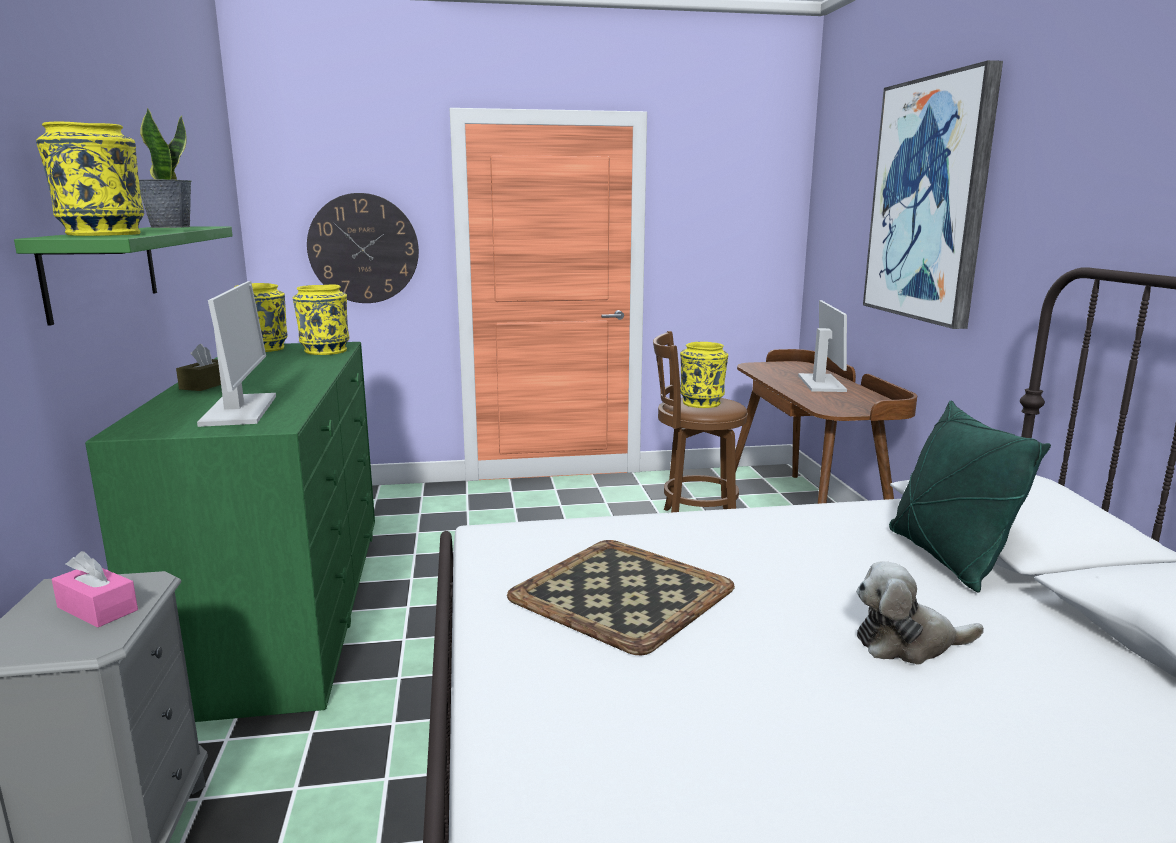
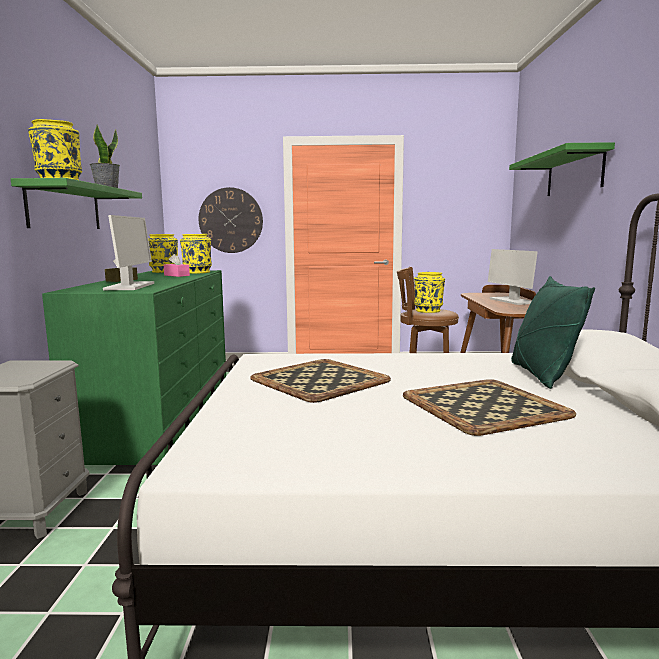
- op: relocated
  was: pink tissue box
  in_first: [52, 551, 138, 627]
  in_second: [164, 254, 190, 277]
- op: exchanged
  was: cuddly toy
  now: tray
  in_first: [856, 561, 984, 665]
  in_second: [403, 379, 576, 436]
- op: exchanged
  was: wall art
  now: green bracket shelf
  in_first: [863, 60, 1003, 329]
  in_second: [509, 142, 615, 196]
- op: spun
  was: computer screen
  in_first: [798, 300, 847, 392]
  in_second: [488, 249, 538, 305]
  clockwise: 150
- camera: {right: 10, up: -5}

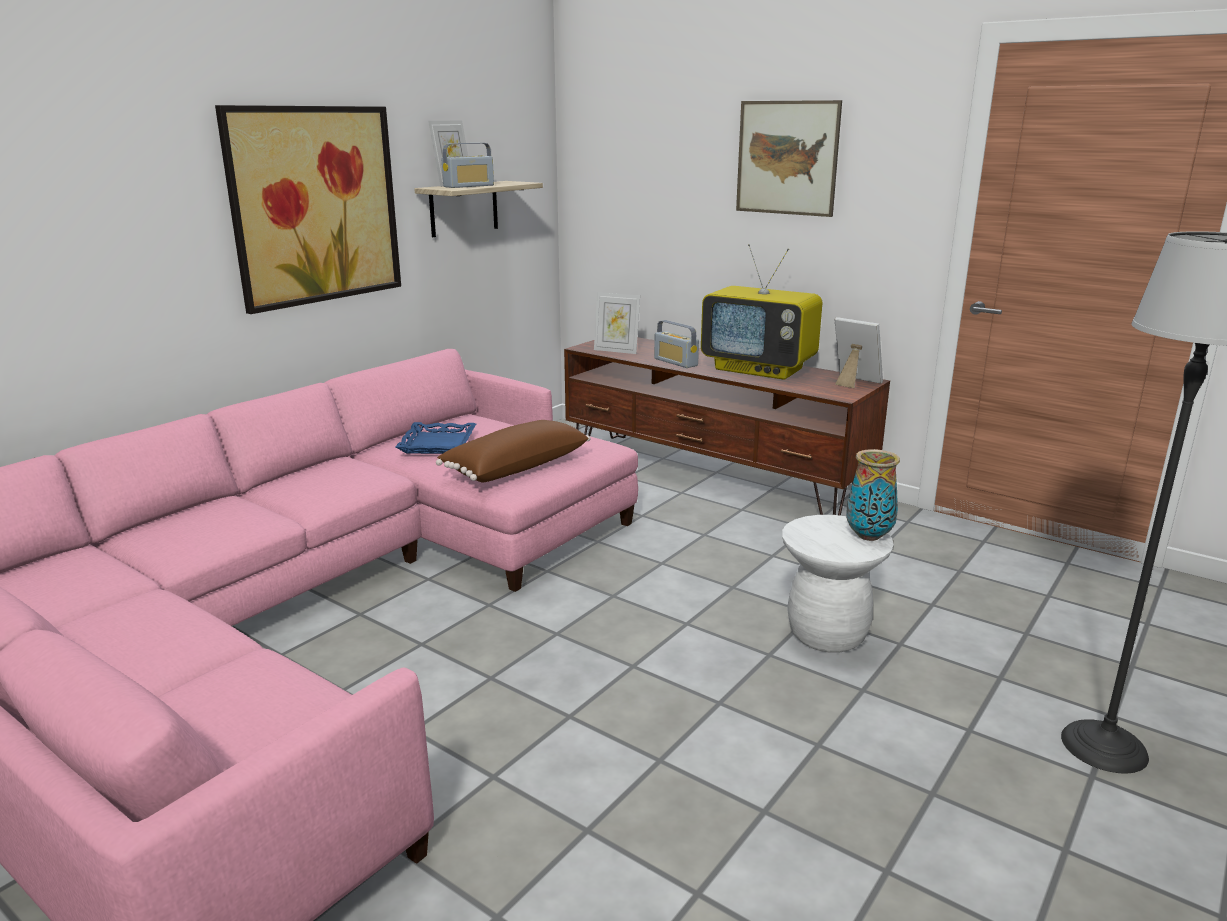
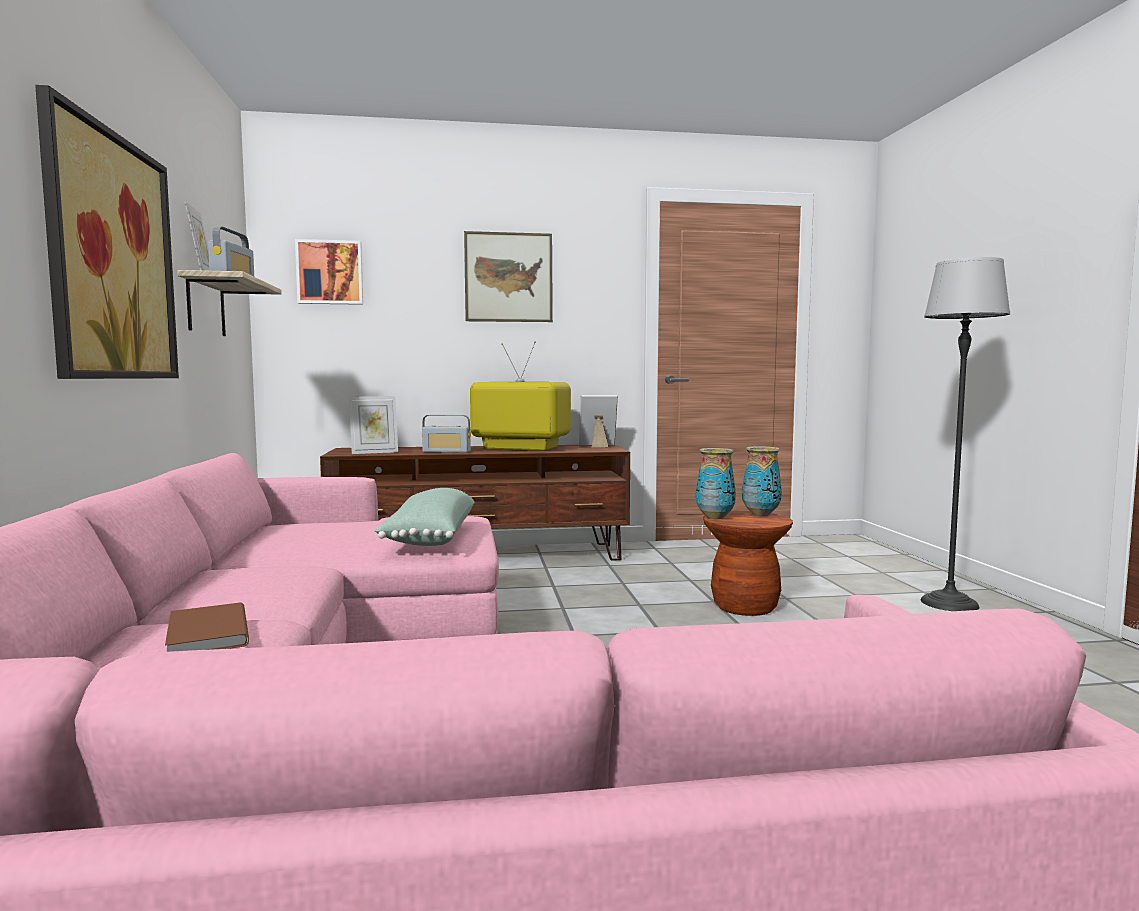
- op: missing
  was: blue tray
  in_first: [396, 422, 476, 454]
- op: appeared
  now: brown book
  in_second: [165, 602, 249, 652]
- op: appeared
  now: wall art
  in_second: [295, 239, 363, 305]
- op: appeared
  now: flower vase
  in_second: [696, 448, 736, 519]
- op: colour
  was: brown cushion
  now: green cushion
  in_first: [436, 420, 590, 482]
  in_second: [375, 488, 475, 546]
- op: colour
  was: whitish stool seat
  now: brown stool seat
  in_first: [782, 515, 894, 653]
  in_second: [703, 511, 793, 616]
- op: spun
  was: TV set
  in_first: [701, 244, 822, 380]
  in_second: [470, 341, 571, 451]
  clockwise: -150
- camera: {right: -45, up: -15}

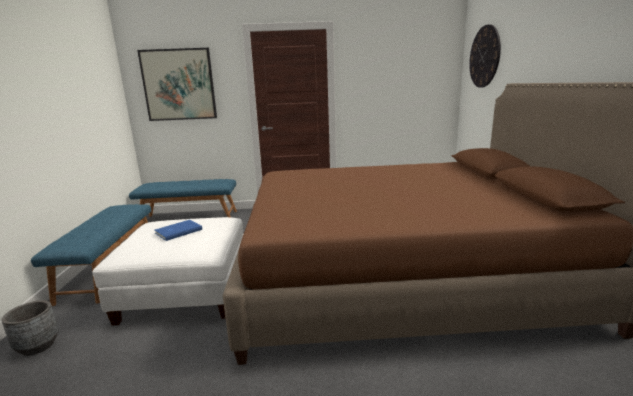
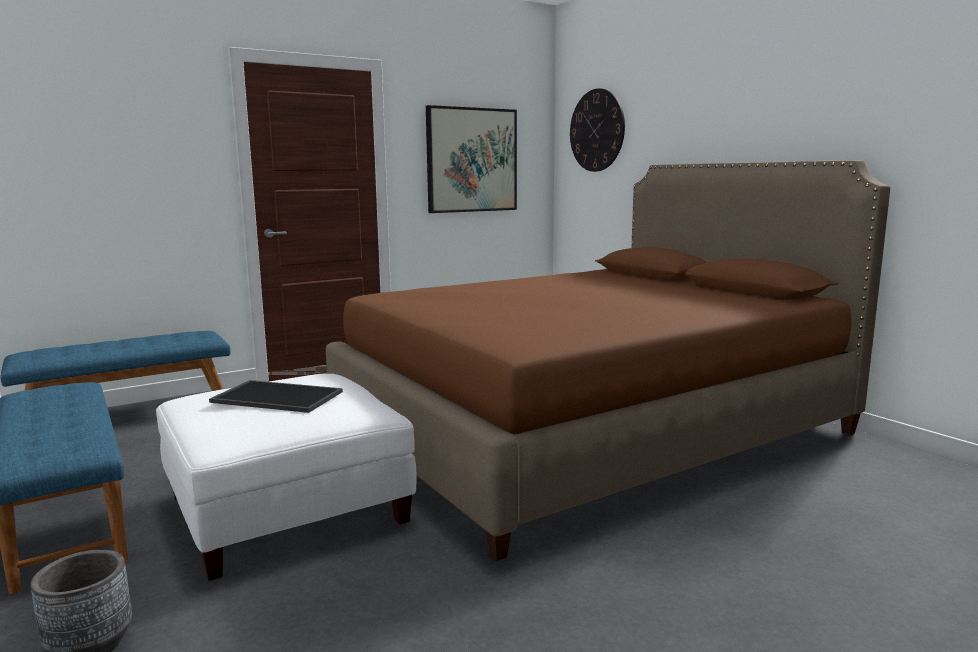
- op: relocated
  was: wall art
  in_first: [137, 48, 217, 121]
  in_second: [426, 105, 517, 213]
- op: exchanged
  was: blue book
  now: tray
  in_first: [155, 220, 202, 241]
  in_second: [209, 380, 343, 413]
- camera: {right: -30, up: -5}

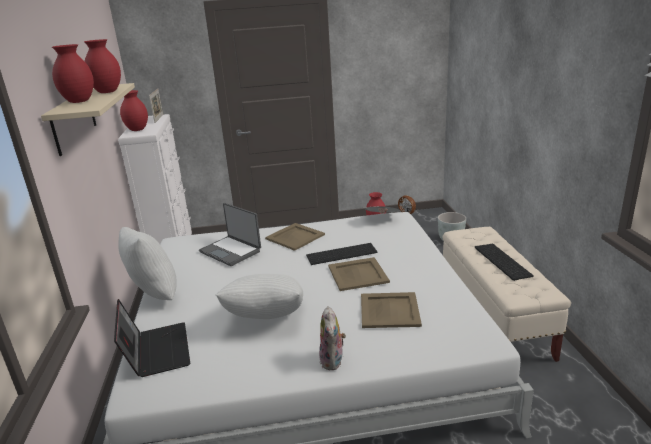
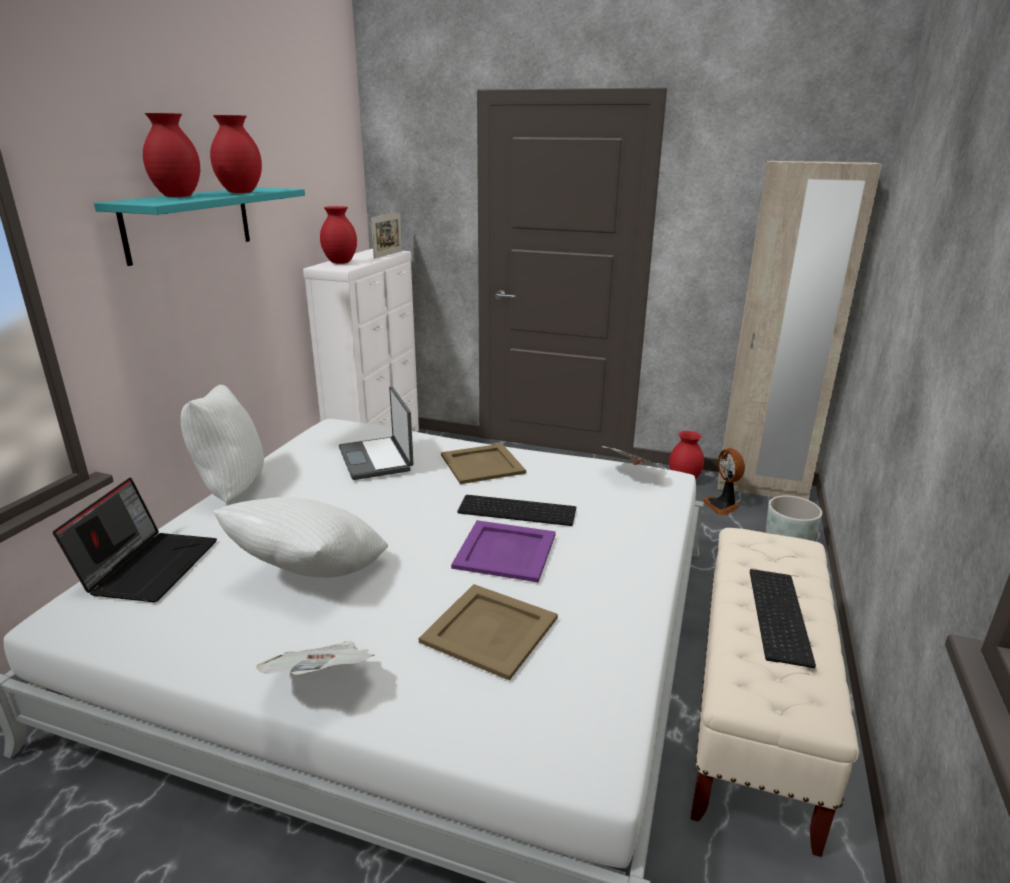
- op: appeared
  now: beige-coloured wardrobe
  in_second: [717, 161, 882, 500]
- op: exchanged
  was: cuddly toy
  now: newspaper
  in_first: [319, 306, 346, 370]
  in_second: [256, 641, 375, 675]
- op: colour
  was: beige-coloured bracket shelf
  now: turquoise bracket shelf
  in_first: [41, 83, 135, 156]
  in_second: [94, 187, 305, 266]
- op: colour
  was: beige-coloured tray
  now: purple-coloured tray
  in_first: [328, 257, 390, 291]
  in_second: [451, 520, 556, 582]
- camera: {right: 25, up: 0}

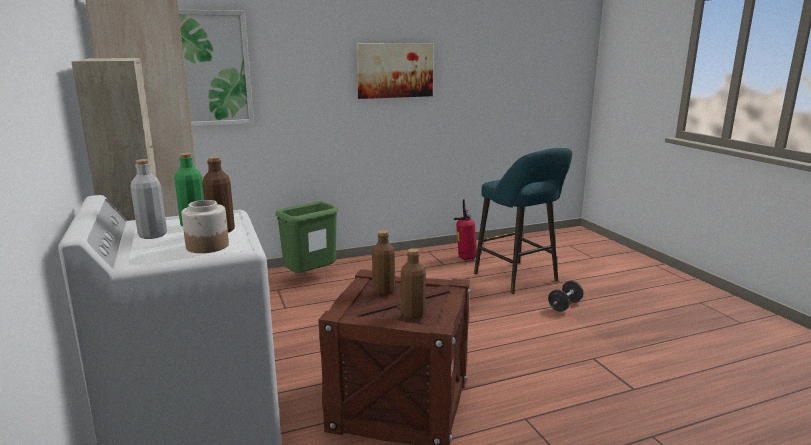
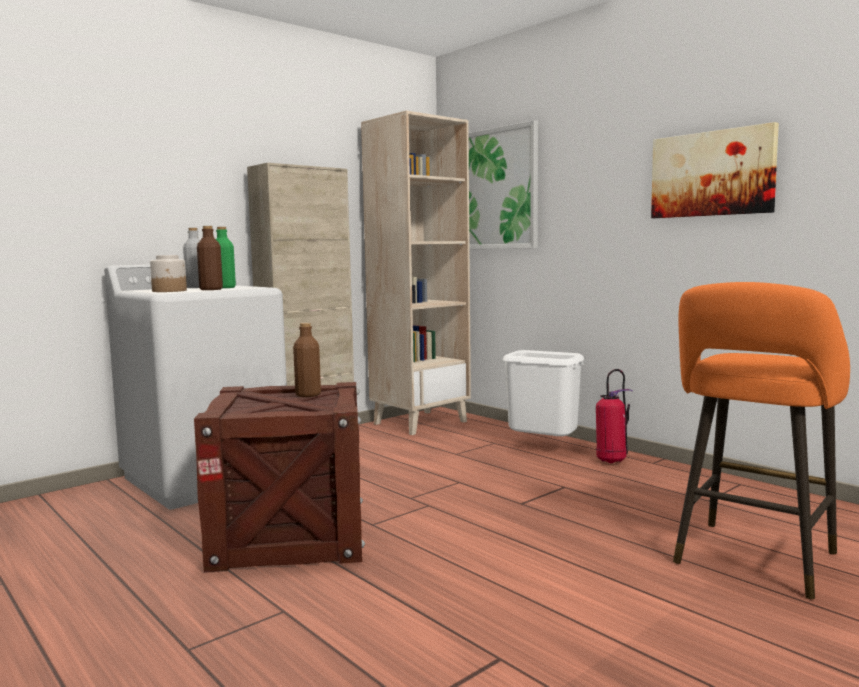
- op: missing
  was: brown beverage bottle
  in_first: [401, 248, 426, 319]
- op: missing
  was: black-coloured hand weight
  in_first: [548, 281, 583, 312]
- op: relocated
  was: extinguisher
  in_first: [454, 199, 477, 260]
  in_second: [596, 369, 632, 463]
- op: colour
  was: green rubbish bin
  now: whitish rubbish bin
  in_first: [275, 201, 339, 273]
  in_second: [503, 350, 584, 436]
- op: colour
  was: turquoise stool seat
  now: orange-coloured stool seat
  in_first: [474, 148, 572, 294]
  in_second: [673, 282, 850, 599]
- camera: {right: 70, up: -10}

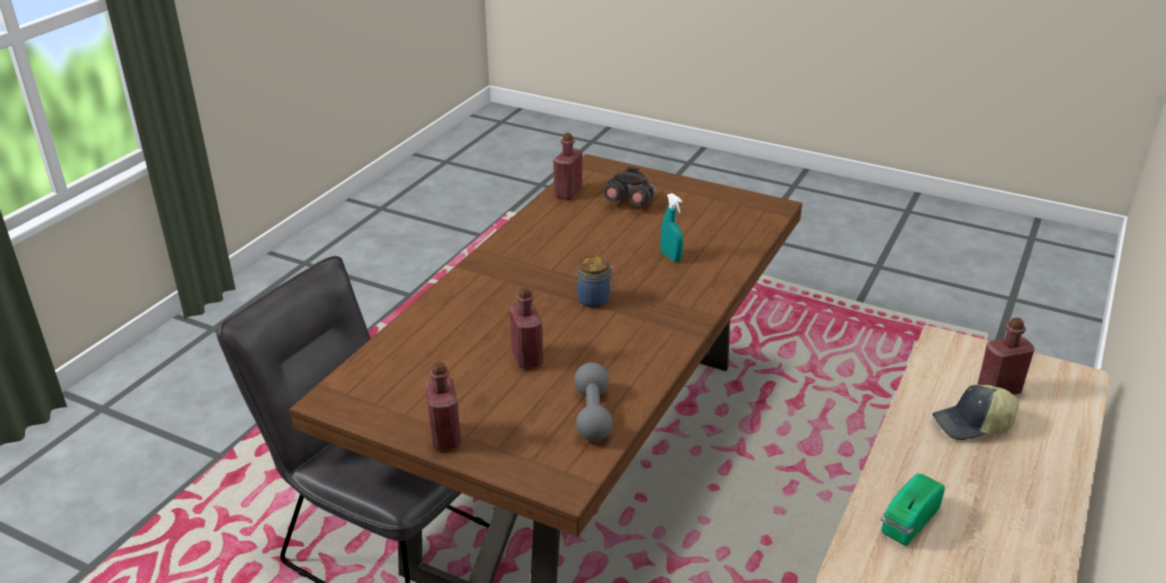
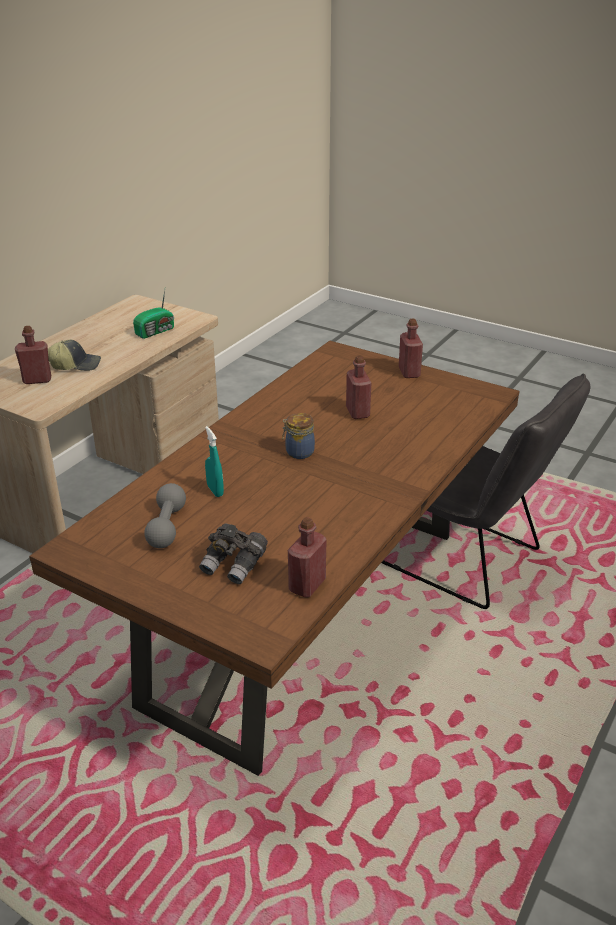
- op: relocated
  was: greyish hand weight
  in_first: [574, 362, 613, 441]
  in_second: [144, 483, 186, 548]
- camera: {right: -175, up: 0}

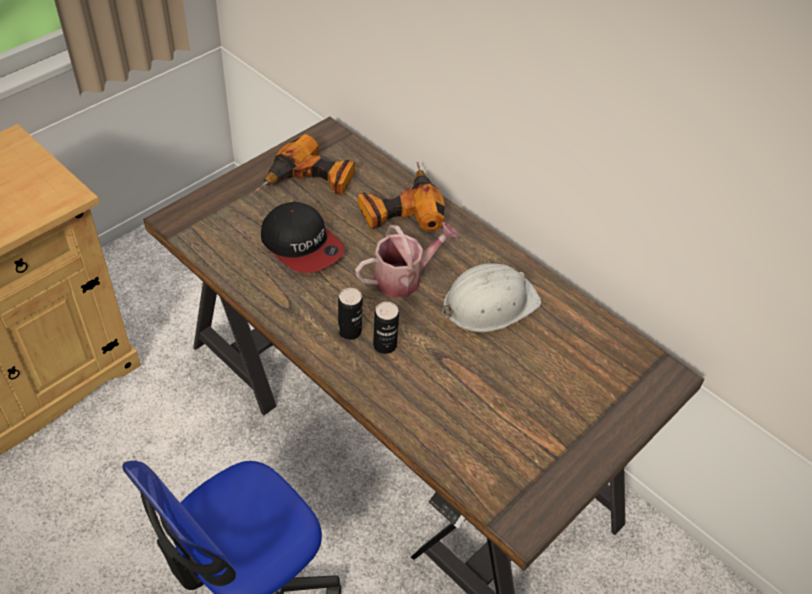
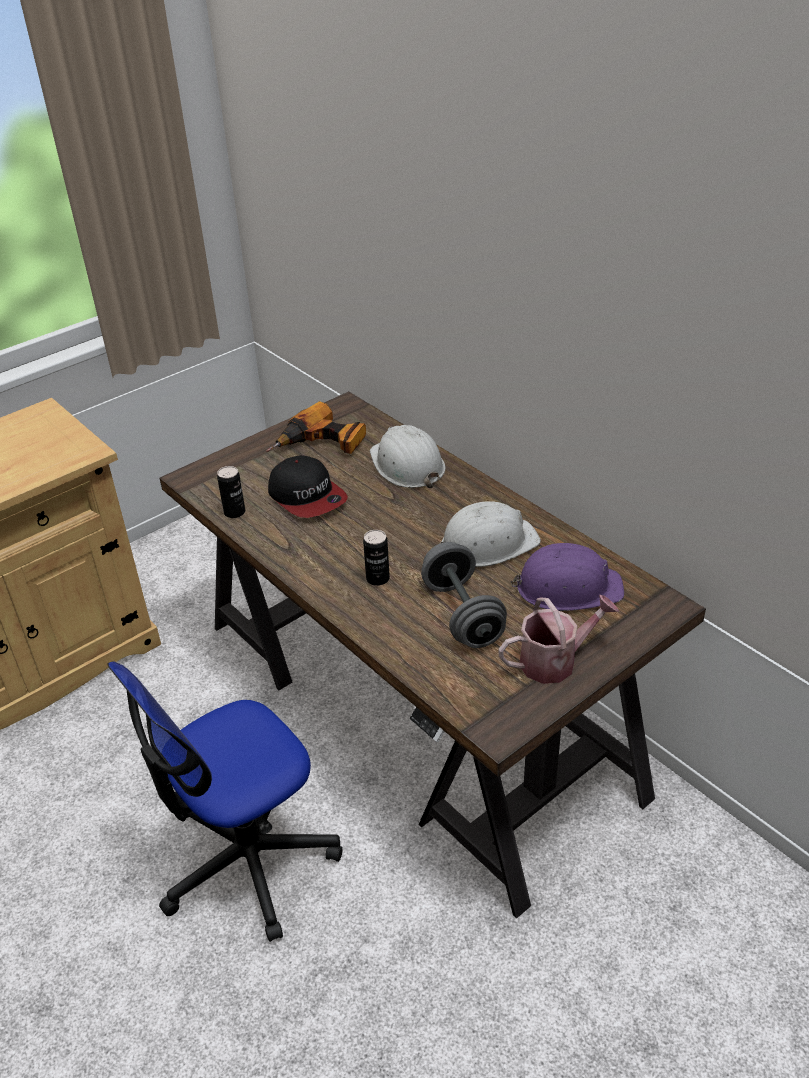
- op: appeared
  now: greyish hand weight
  in_second: [421, 542, 507, 648]
- op: appeared
  now: purple-coloured work helmet
  in_second: [511, 543, 624, 611]
- op: relocated
  was: sealed can
  in_first: [338, 288, 363, 340]
  in_second: [217, 466, 245, 518]
- op: relocated
  was: watering can
  in_first: [355, 222, 459, 298]
  in_second: [498, 595, 619, 684]
- op: exchanged
  was: electric drill
  now: whitish work helmet
  in_first: [358, 162, 445, 231]
  in_second: [370, 425, 446, 488]
- camera: {right: 10, up: -10}

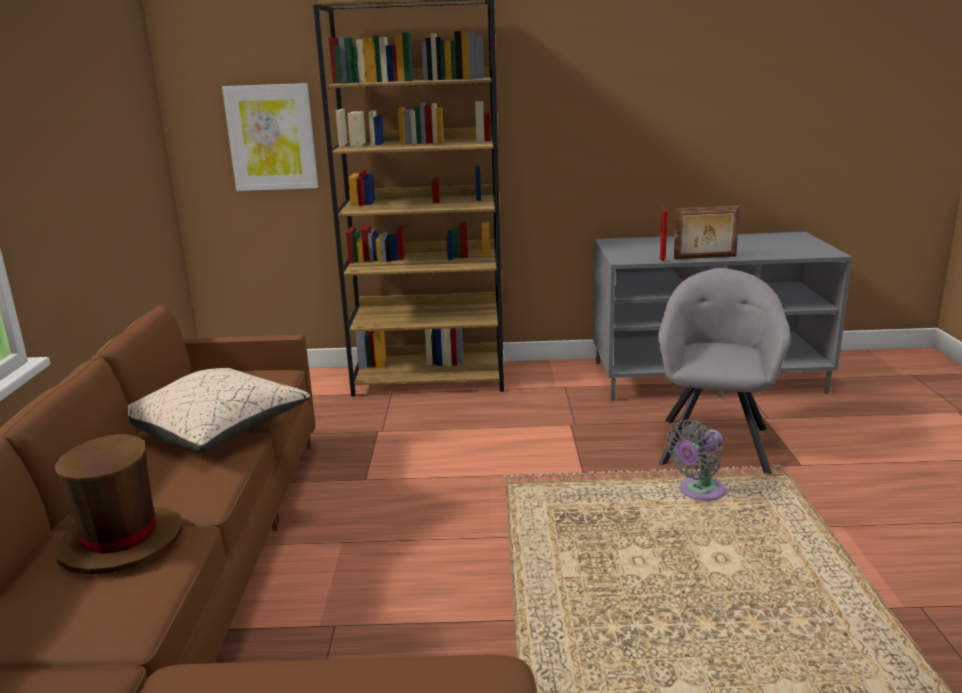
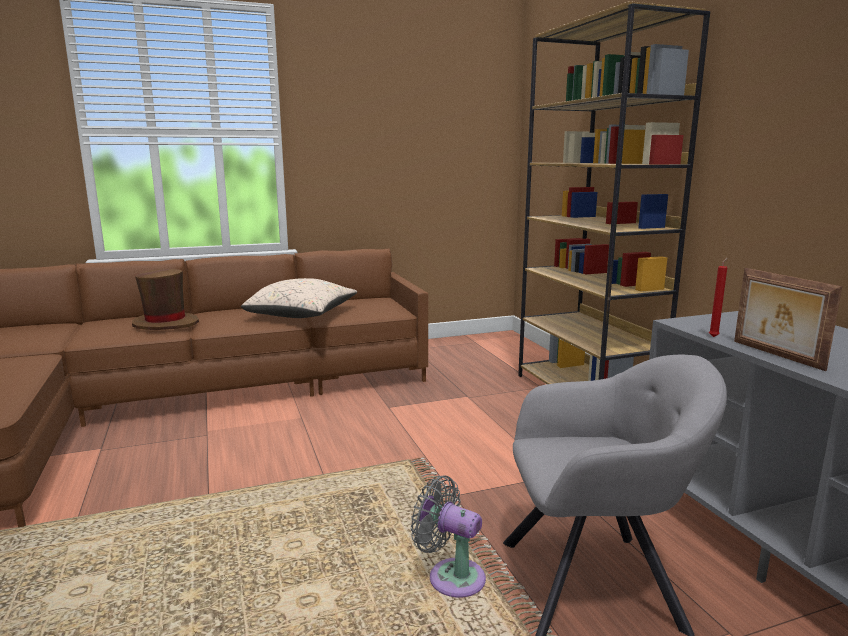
- op: missing
  was: wall art
  in_first: [222, 83, 318, 191]
- camera: {right: 70, up: -5}

